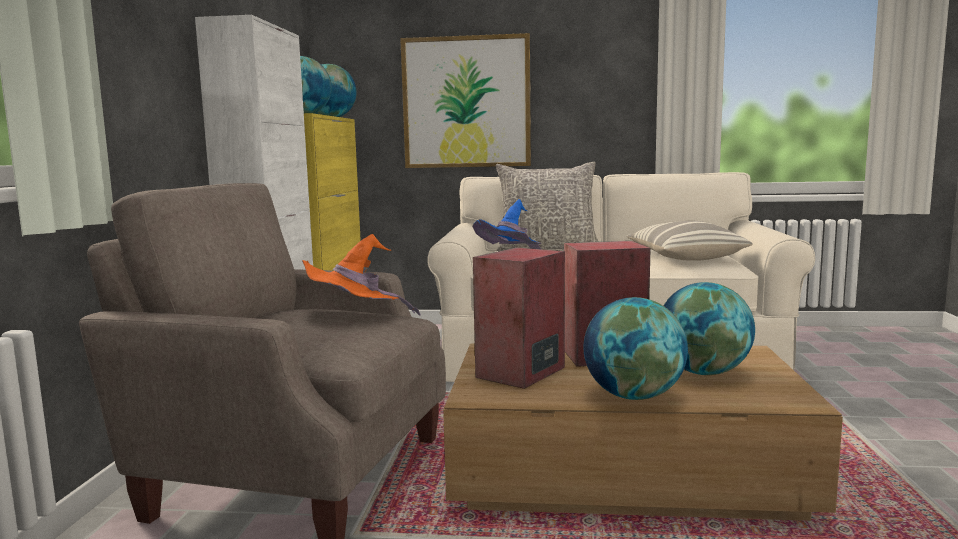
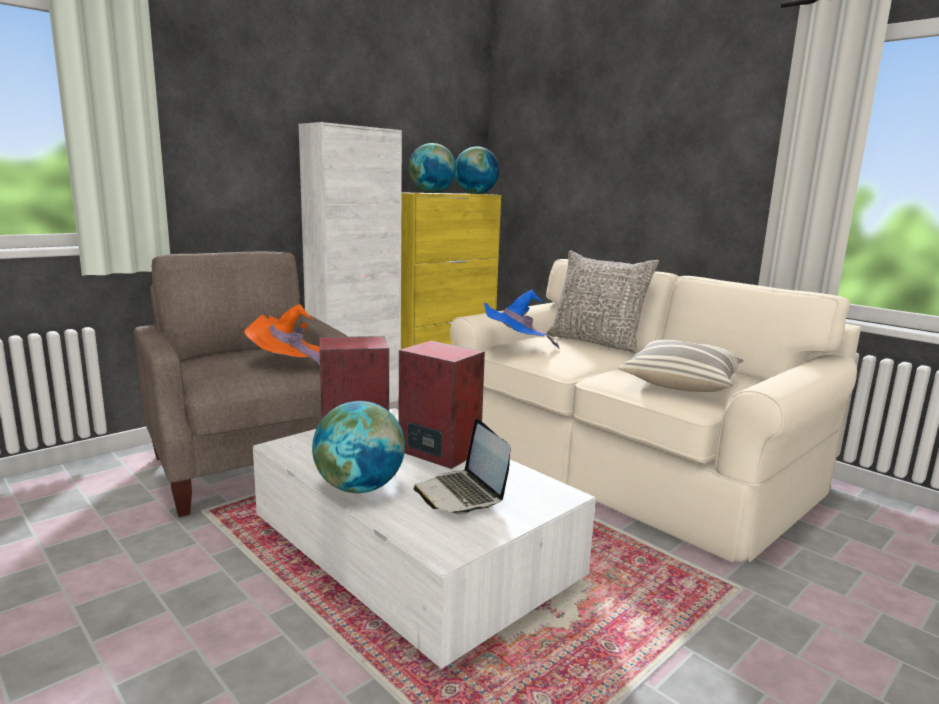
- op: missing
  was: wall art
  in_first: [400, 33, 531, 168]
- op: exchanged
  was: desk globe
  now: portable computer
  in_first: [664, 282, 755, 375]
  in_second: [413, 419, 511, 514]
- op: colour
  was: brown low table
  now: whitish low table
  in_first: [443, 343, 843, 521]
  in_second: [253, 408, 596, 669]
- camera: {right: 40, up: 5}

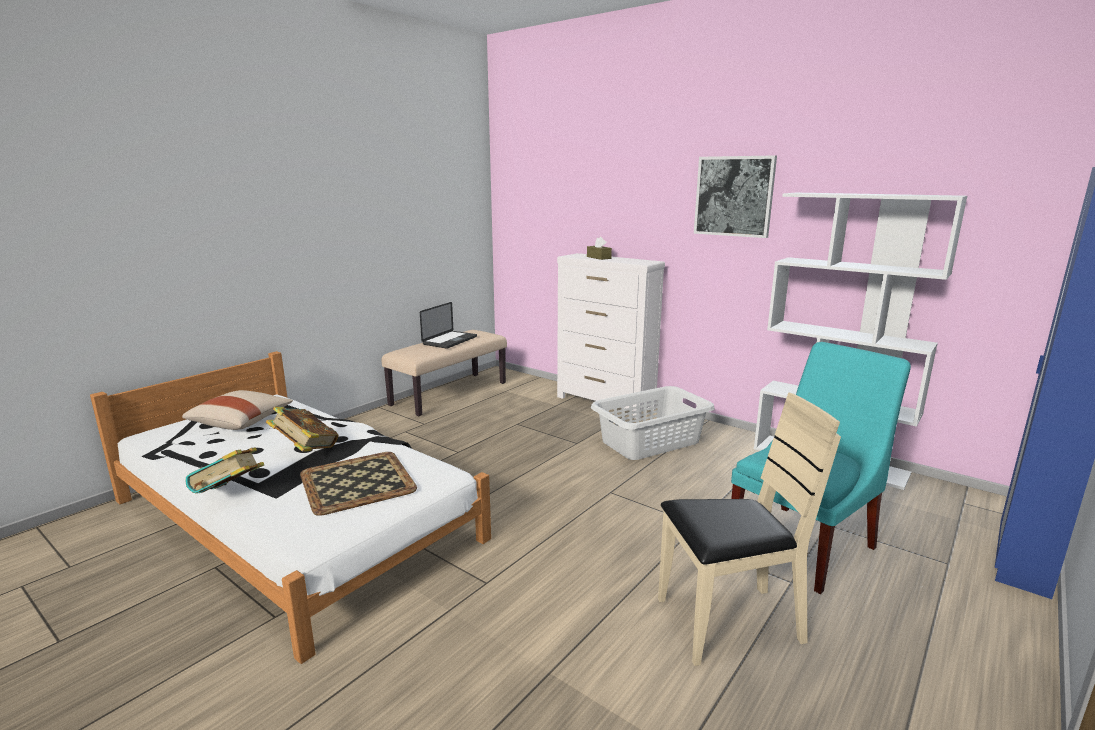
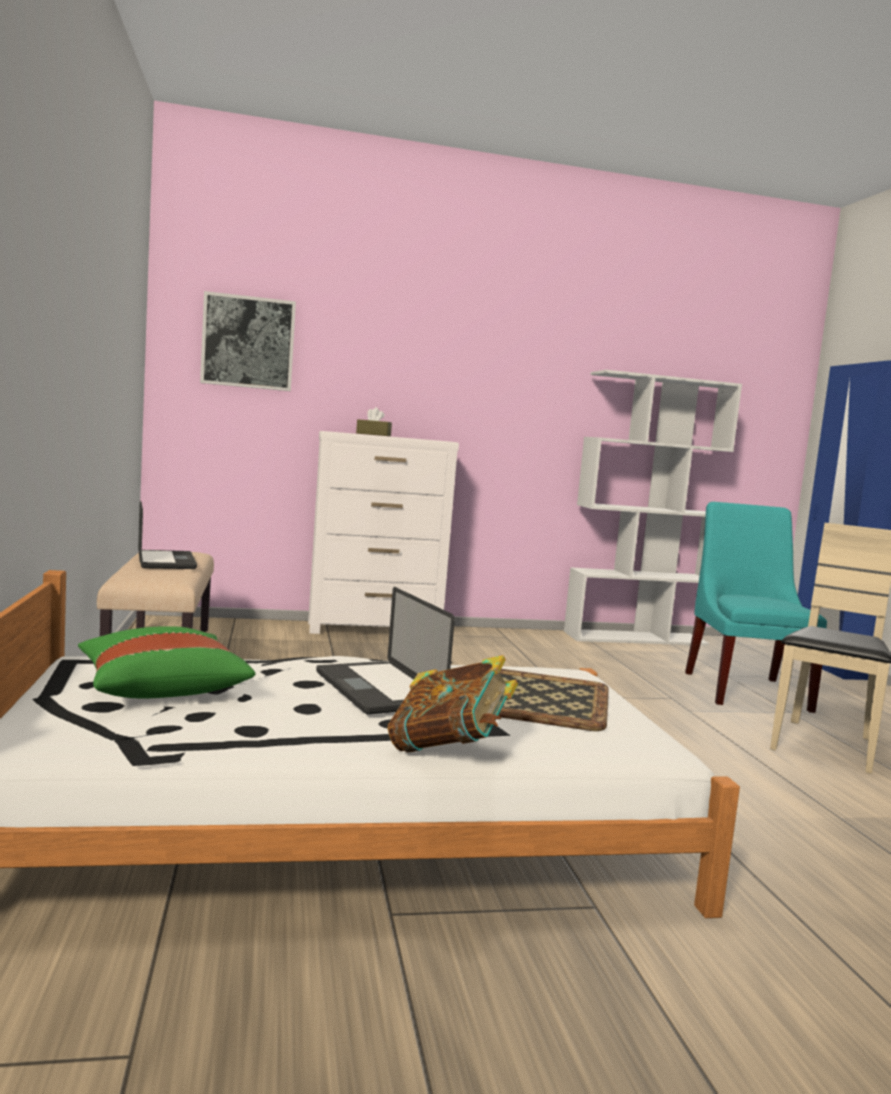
- op: missing
  was: greyish laundry basket
  in_first: [591, 386, 715, 460]
- op: relocated
  was: wall art
  in_first: [694, 155, 777, 238]
  in_second: [200, 291, 296, 391]
- op: exchanged
  was: book
  now: portable computer
  in_first: [266, 407, 339, 452]
  in_second: [316, 587, 455, 714]
- op: colour
  was: beige-coloured cushion
  now: green cushion
  in_first: [182, 390, 293, 430]
  in_second: [78, 626, 256, 699]
- camera: {right: -50, up: -10}

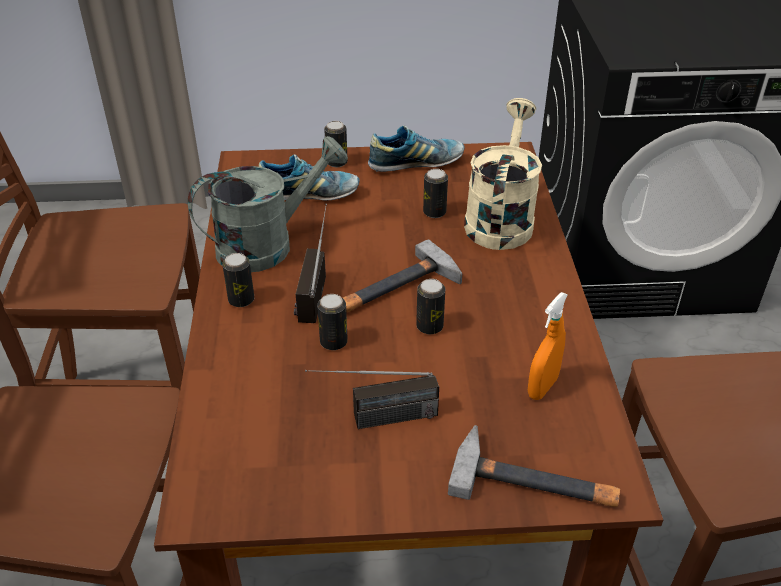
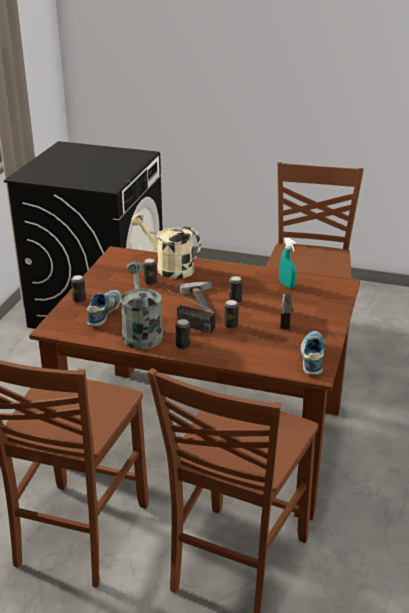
- op: missing
  was: tool hammer
  in_first: [448, 425, 620, 507]
- op: relocated
  was: item of footwear
  in_first: [368, 125, 464, 172]
  in_second: [301, 331, 325, 375]
- op: colour
  was: orange-coloured hand sprayer
  now: turquoise hand sprayer
  in_first: [528, 292, 568, 400]
  in_second: [279, 238, 297, 288]
- camera: {right: -70, up: -10}

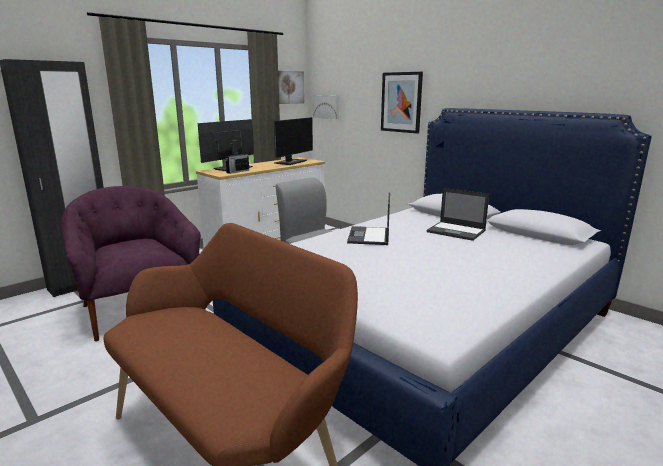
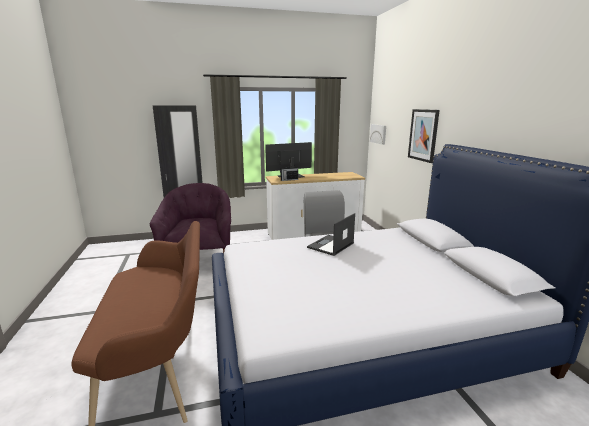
- op: missing
  was: computer screen
  in_first: [274, 117, 313, 165]
- op: missing
  was: wall art
  in_first: [278, 71, 304, 104]
- op: missing
  was: portable computer
  in_first: [426, 188, 489, 241]
- camera: {right: 30, up: 0}

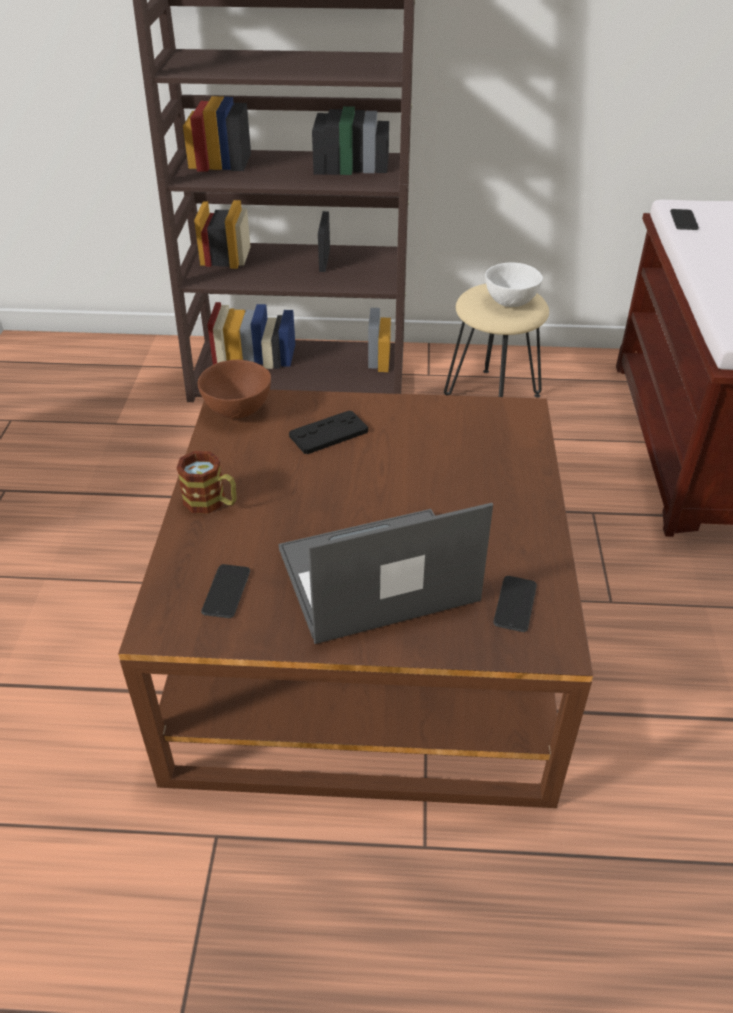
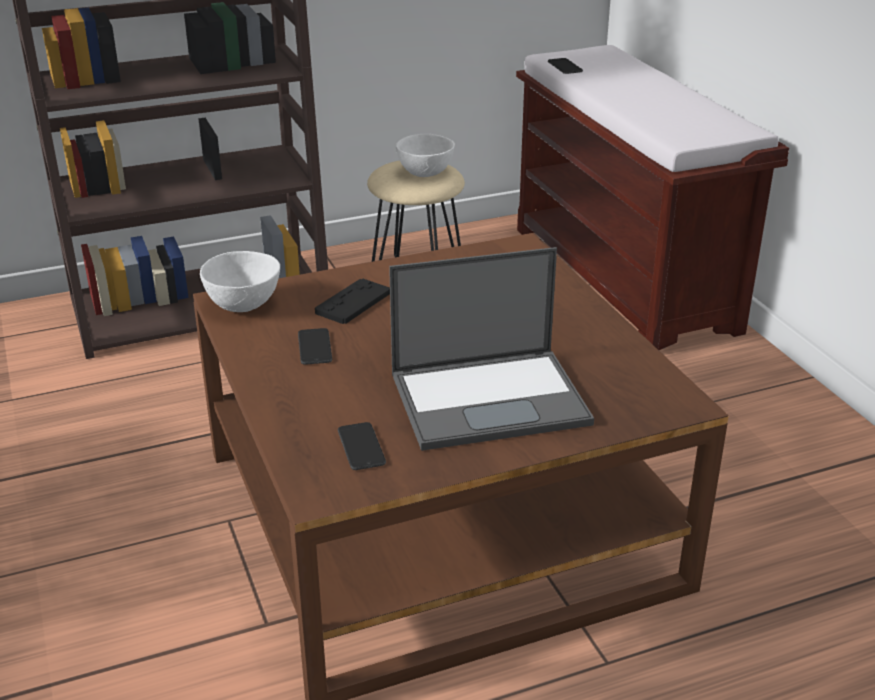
- op: missing
  was: coffee mug
  in_first: [177, 451, 237, 514]
- op: relocated
  was: telephone
  in_first: [493, 576, 537, 632]
  in_second: [298, 328, 332, 365]
- op: colour
  was: brown serving bowl
  now: whitish serving bowl
  in_first: [197, 360, 271, 419]
  in_second: [200, 251, 280, 312]
- op: spun
  was: portable computer
  in_first: [279, 503, 493, 644]
  in_second: [389, 247, 594, 451]
  clockwise: -150
- camera: {right: -25, up: -10}

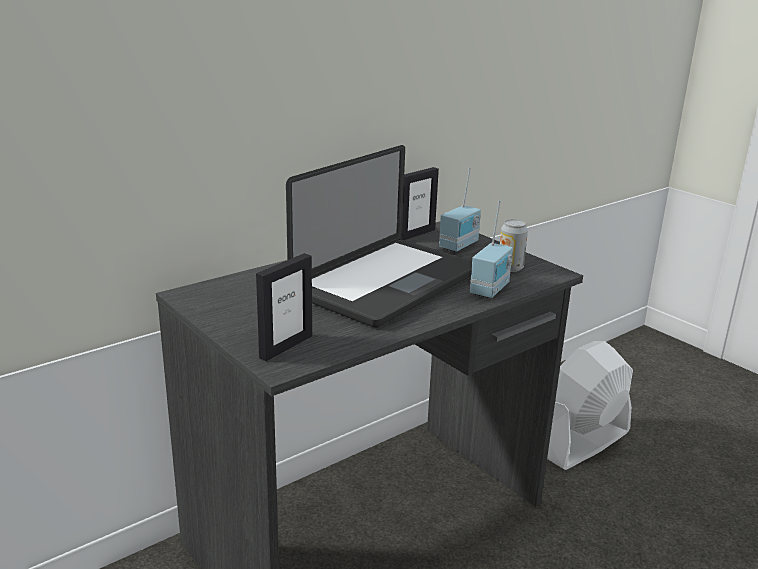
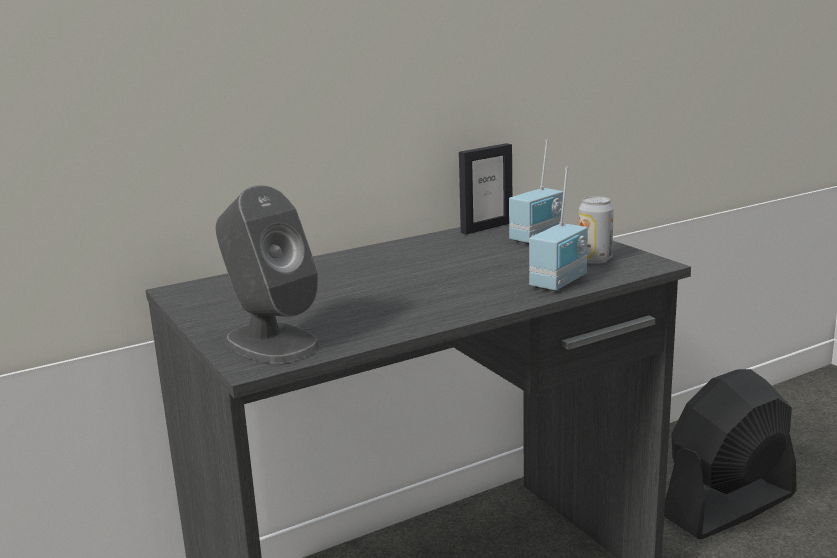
- op: missing
  was: portable computer
  in_first: [286, 145, 472, 328]
- op: exchanged
  was: standing frame
  now: greyish loudspeaker
  in_first: [256, 253, 312, 361]
  in_second: [216, 185, 320, 363]
- op: colour
  was: whitish fan
  now: black-coloured fan
  in_first: [547, 341, 633, 470]
  in_second: [664, 369, 796, 539]
- camera: {right: 10, up: -5}

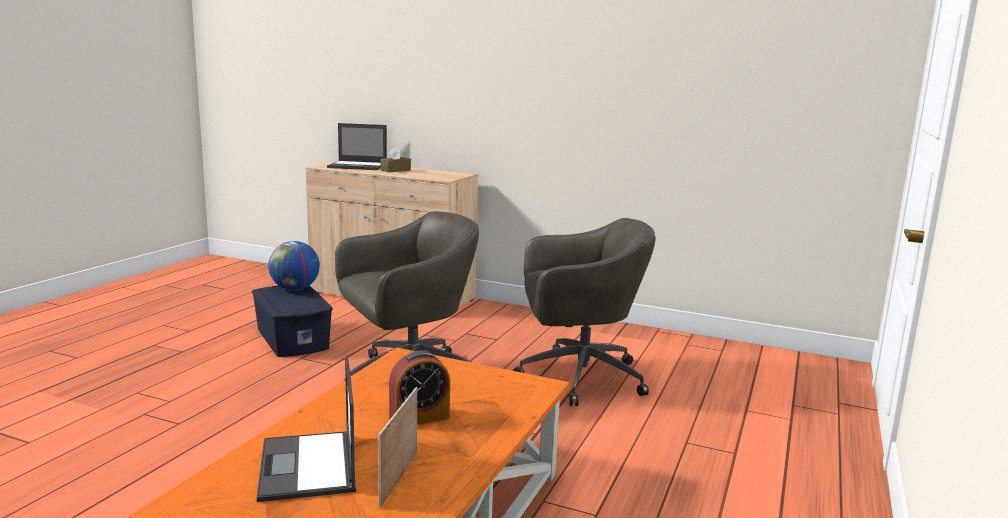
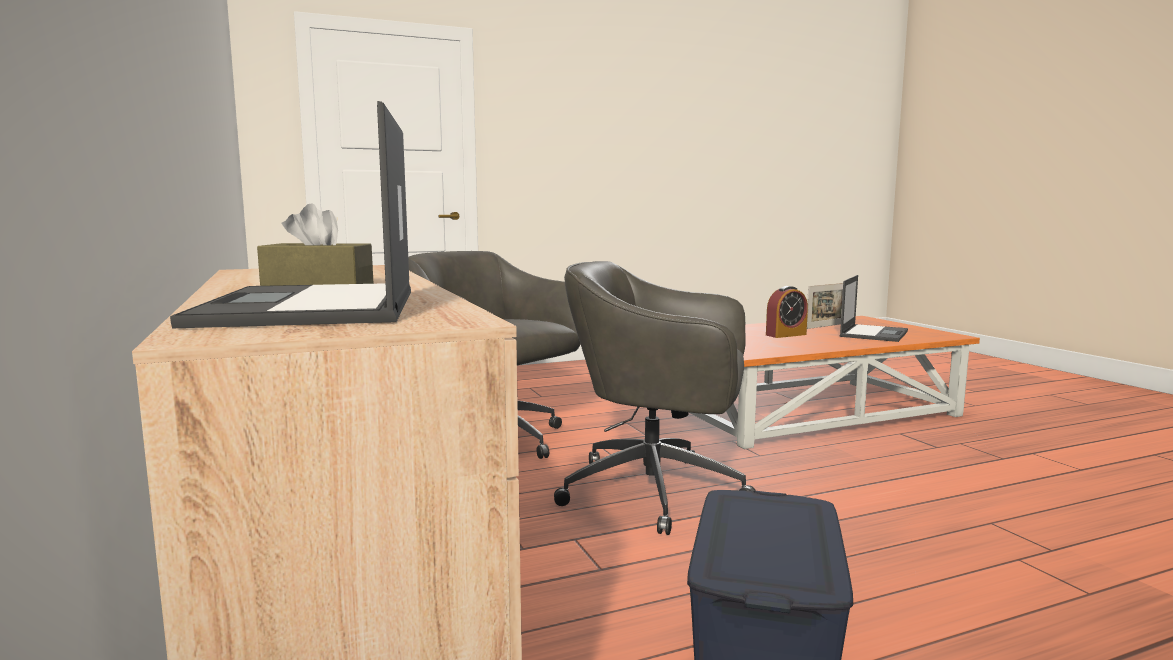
- op: missing
  was: desk globe
  in_first: [268, 241, 320, 291]
- op: spun
  was: portable computer
  in_first: [327, 123, 387, 170]
  in_second: [170, 101, 411, 328]
  clockwise: -150
- op: spun
  was: alarm clock
  in_first: [389, 350, 450, 425]
  in_second: [766, 286, 808, 338]
  clockwise: 135
- camera: {right: -135, up: -5}

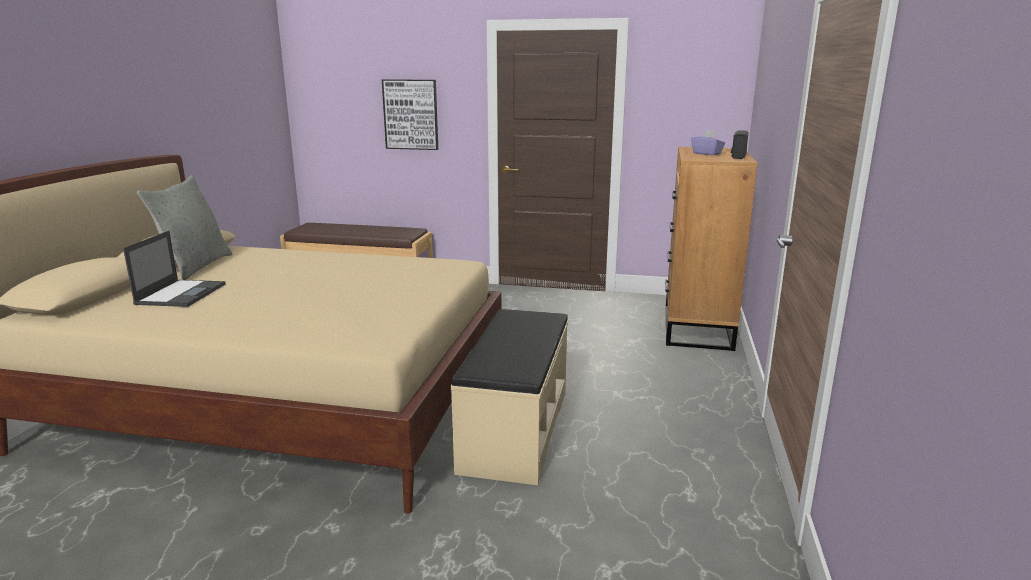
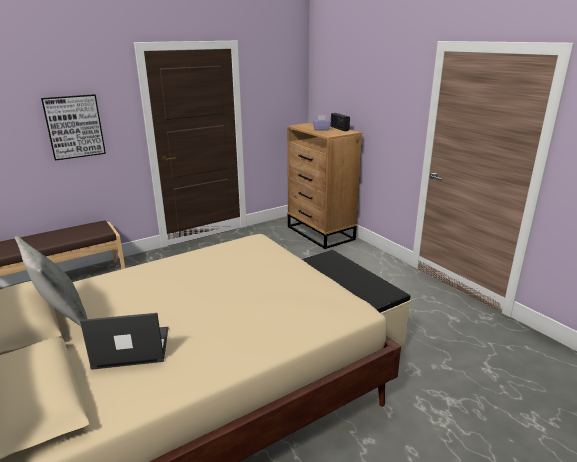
- op: spun
  was: portable computer
  in_first: [123, 231, 225, 307]
  in_second: [80, 313, 168, 370]
  clockwise: -60
- camera: {right: -45, up: 5}

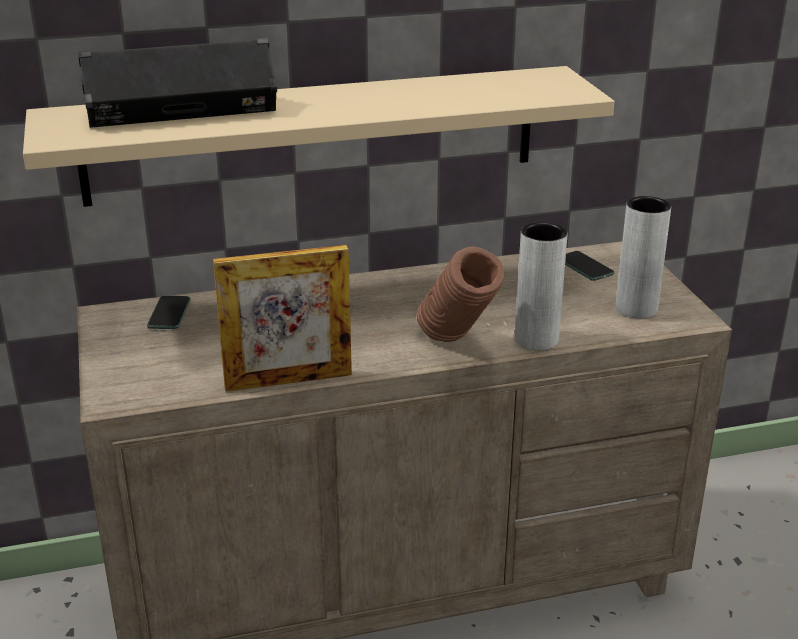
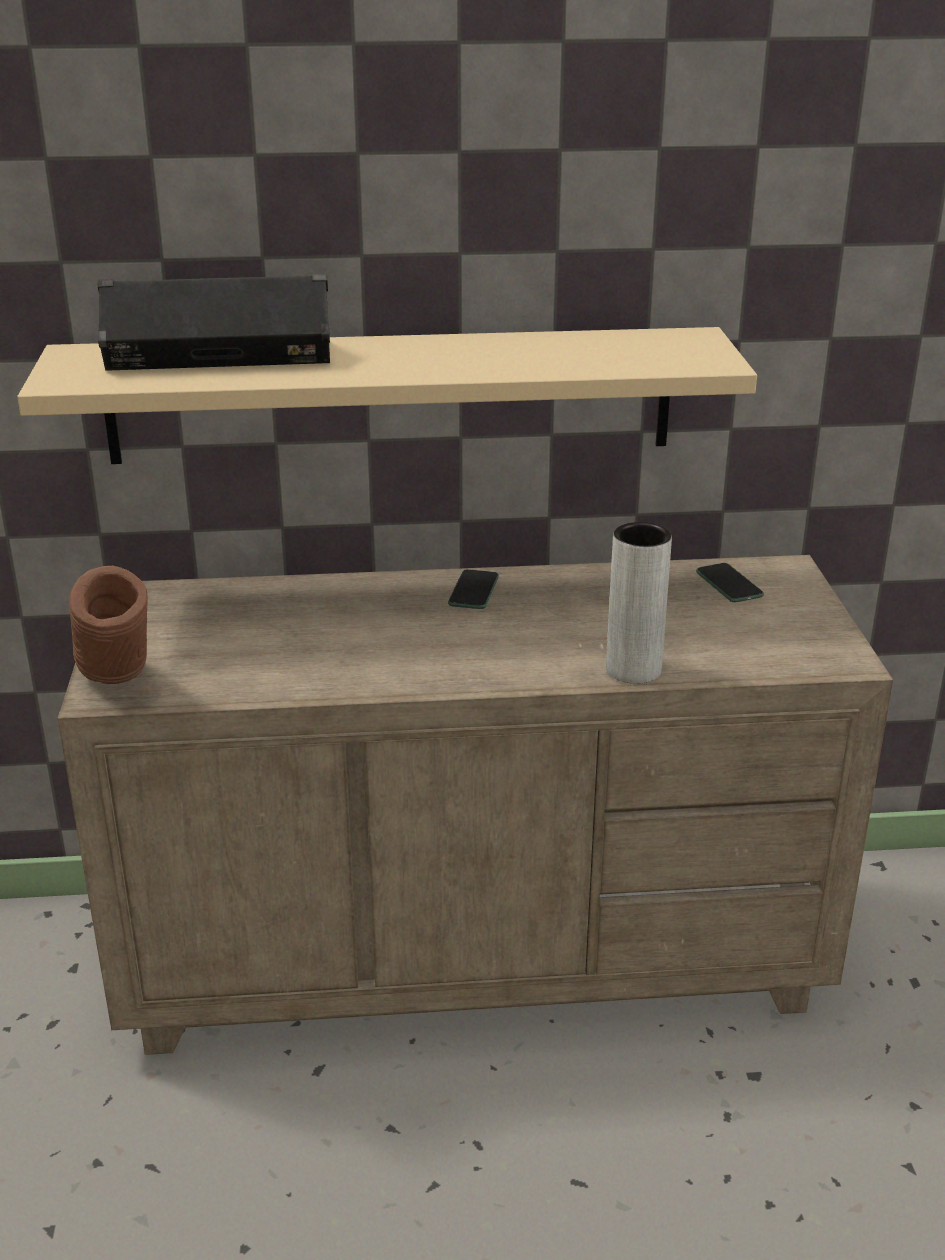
- op: missing
  was: standing frame
  in_first: [213, 245, 352, 392]
- op: missing
  was: greyish flower vase
  in_first: [616, 196, 671, 318]
- op: relocated
  was: telephone
  in_first: [147, 296, 191, 329]
  in_second: [448, 569, 499, 609]
- op: relocated
  was: brown flower vase
  in_first: [416, 247, 505, 342]
  in_second: [69, 566, 148, 684]
- camera: {right: 10, up: 0}

